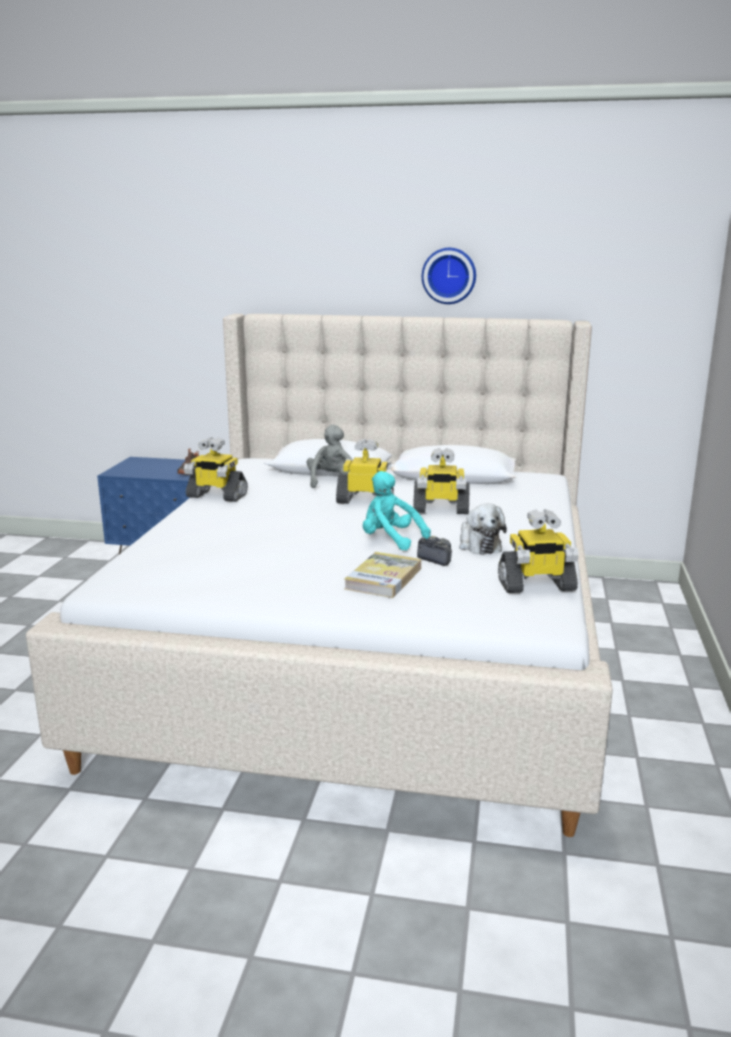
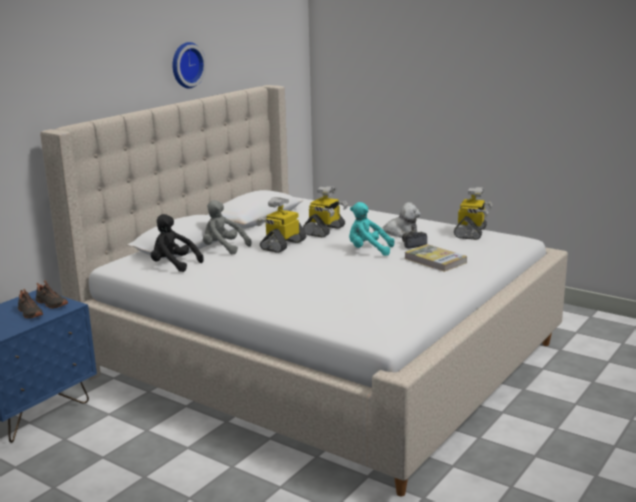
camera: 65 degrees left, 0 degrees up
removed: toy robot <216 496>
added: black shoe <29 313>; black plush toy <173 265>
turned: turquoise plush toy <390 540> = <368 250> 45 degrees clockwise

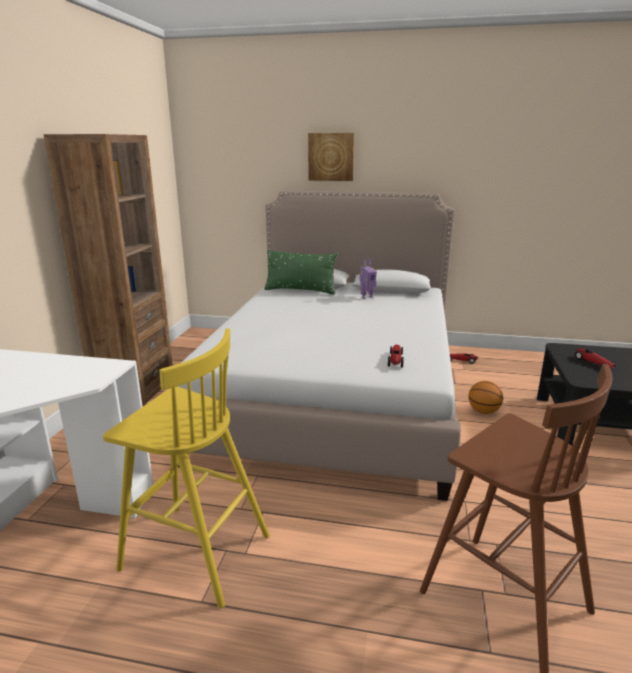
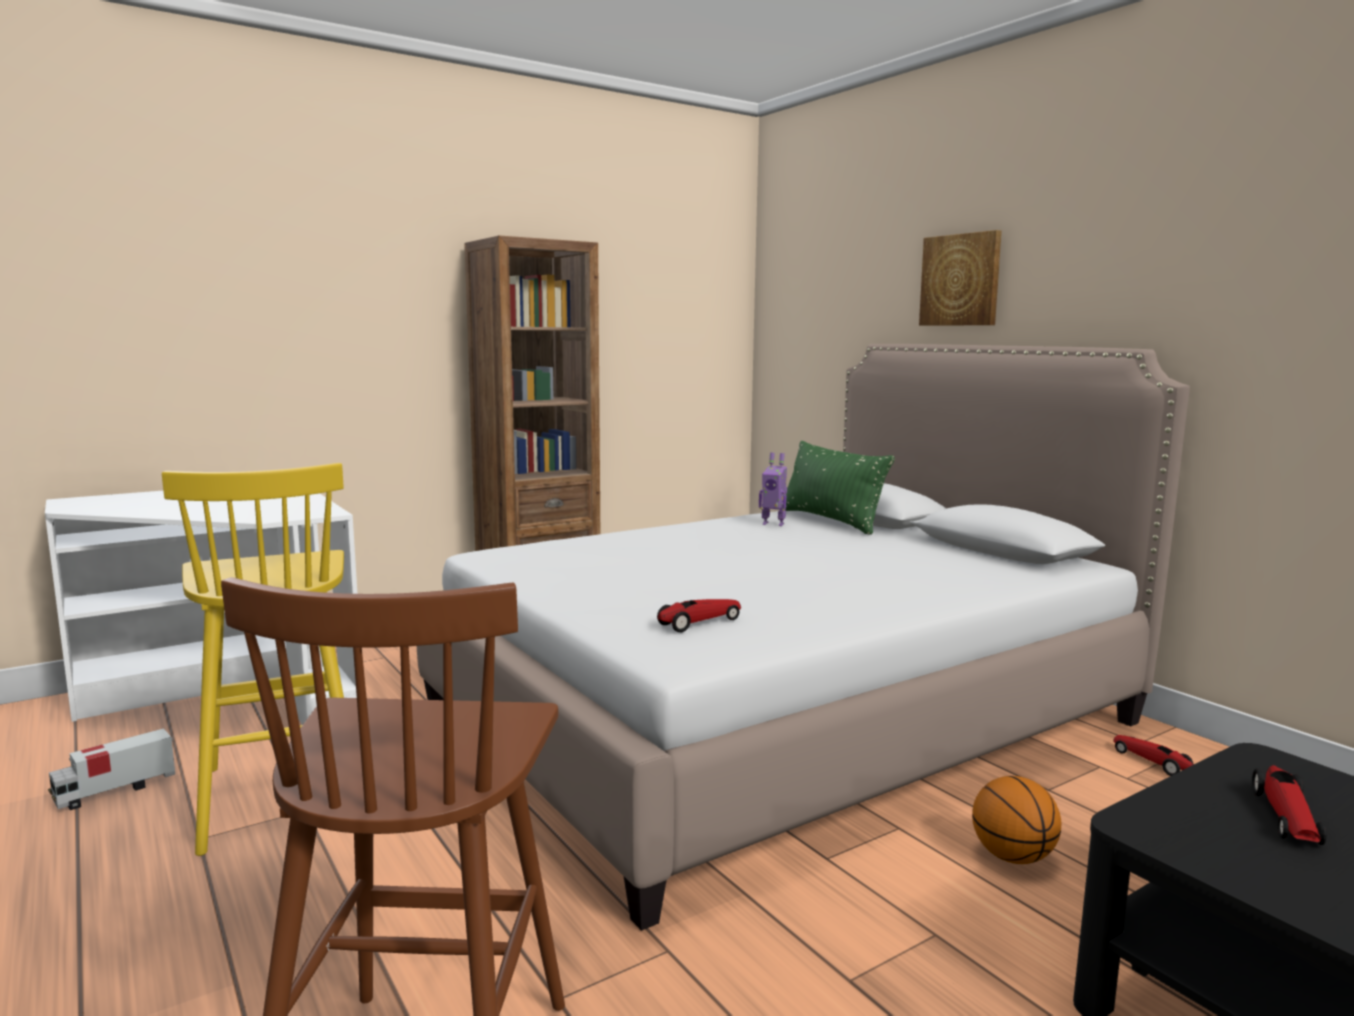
camera: 45 degrees right, 10 degrees down
added: toy truck <114 790>
moved: toy robot <366 297> to <773 523>

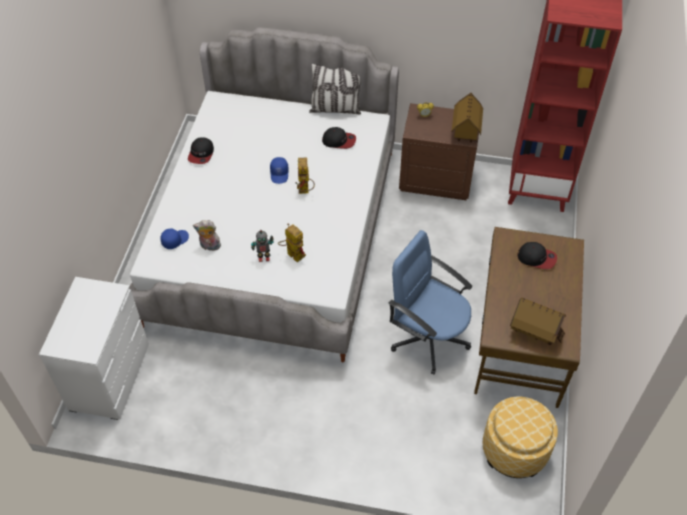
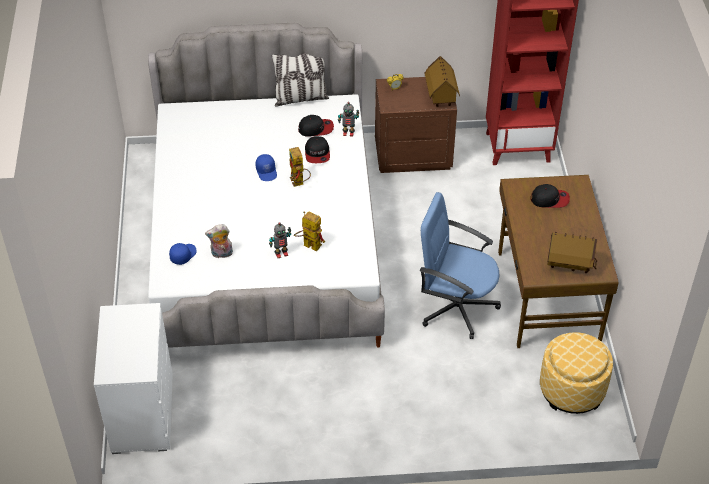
camera: 15 degrees left, 5 degrees down
added: toy robot <348 133>
moved: cap <201 154> to <317 153>

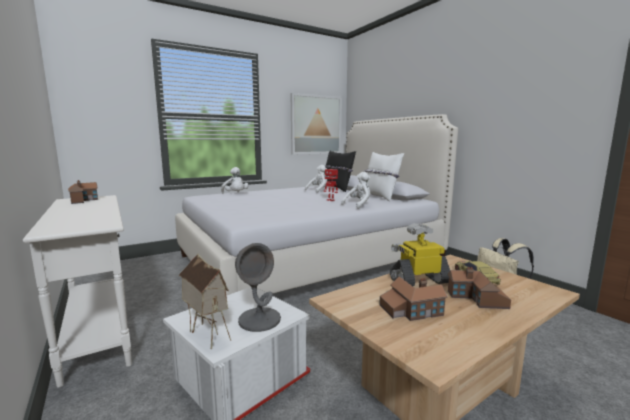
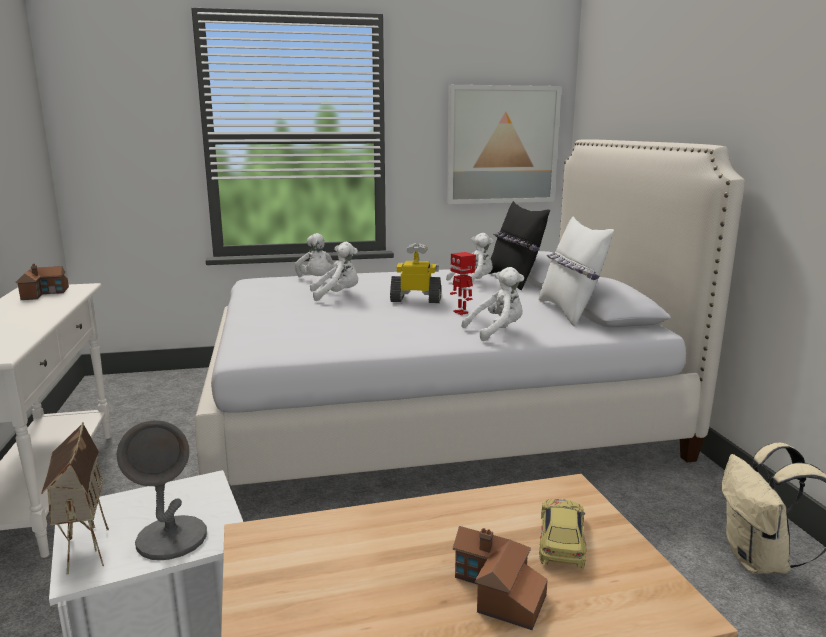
camera: 20 degrees right, 5 degrees up
removed: toy house <410 310>
added: white plush toy <337 295>
moved: toy robot <419 280> to <416 300>

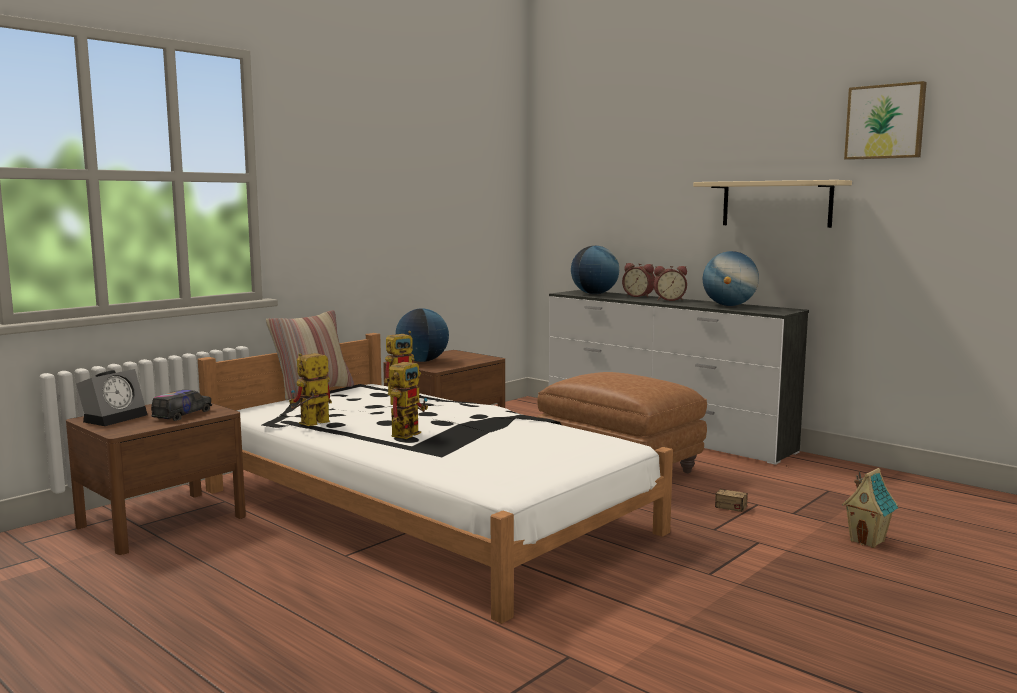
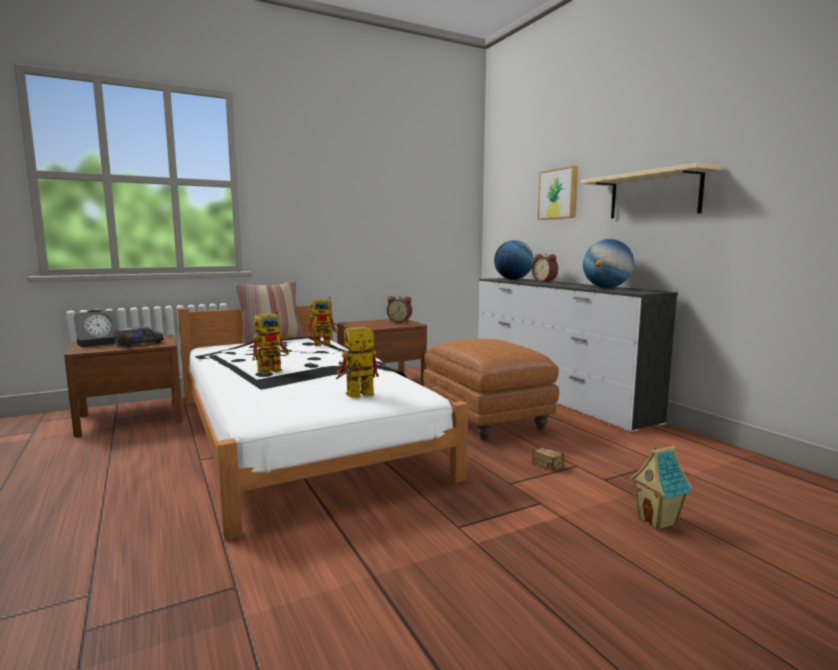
camera: 20 degrees right, 0 degrees up
removed: globe <422 361>
moved: toy robot <310 424> to <354 396>; alarm clock <669 300> to <400 321>; picture <885 122> to <559 194>

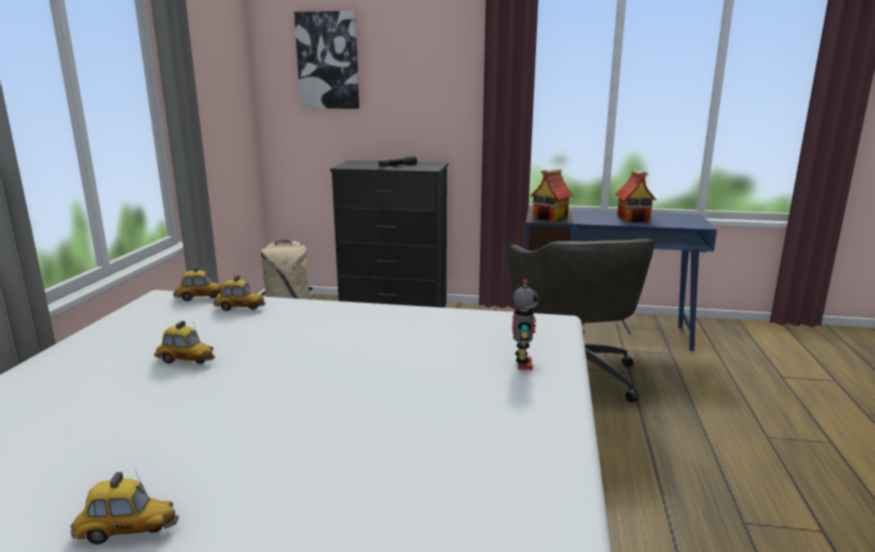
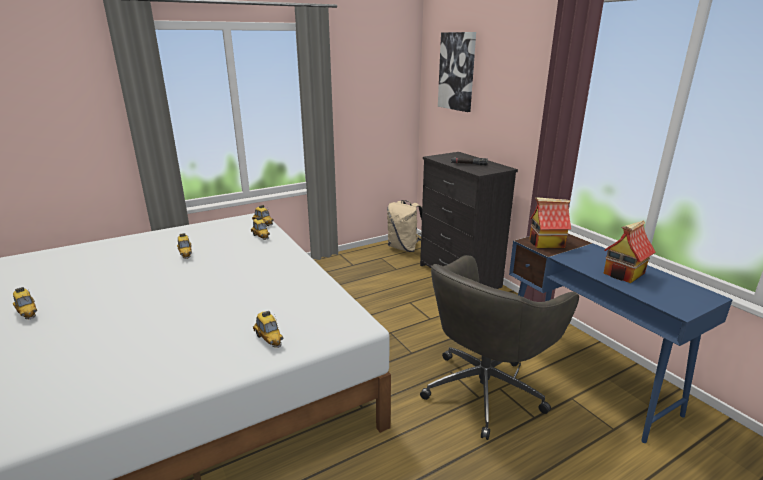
camera: 50 degrees right, 5 degrees up
replaced: toy robot <522 364> to toy car <269 339>

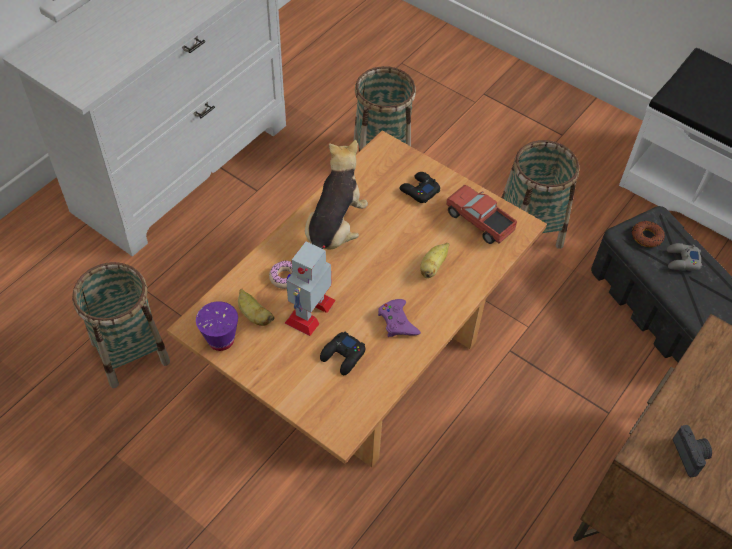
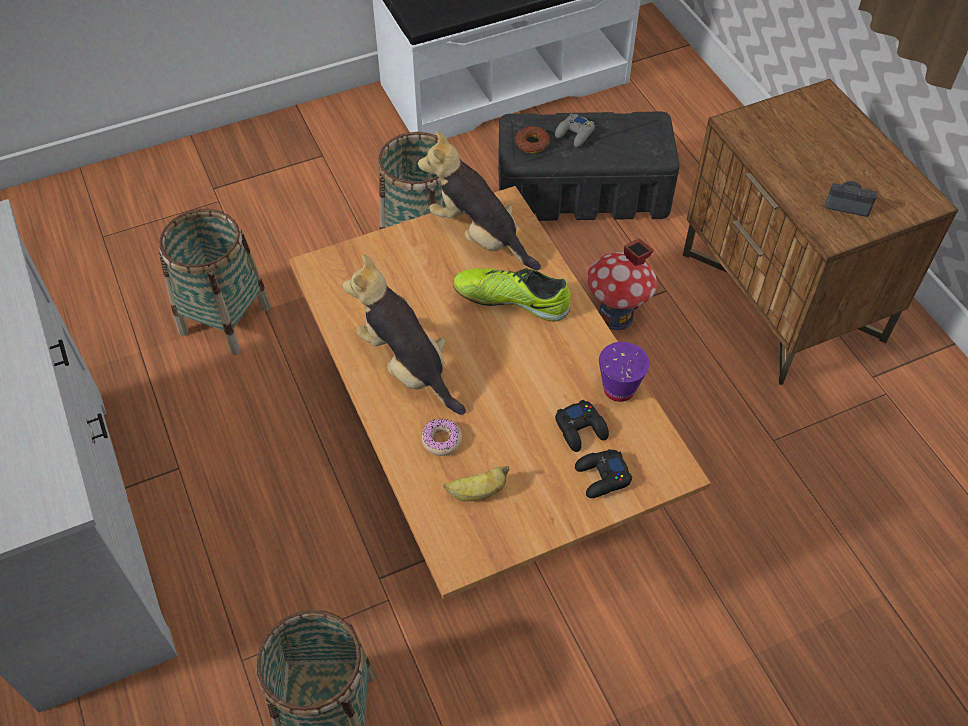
camera: 60 degrees left, 0 degrees up
removed: toy robot <310 311>; purple game controller <397 322>
added: toy house <616 316>
moved: purple cup <221 340> to <619 389>; black game controller <419 190> to <602 477>
replaced: banana <433 267> to shoe <511 300>; toy truck <479 223> to plush toy <479 236>

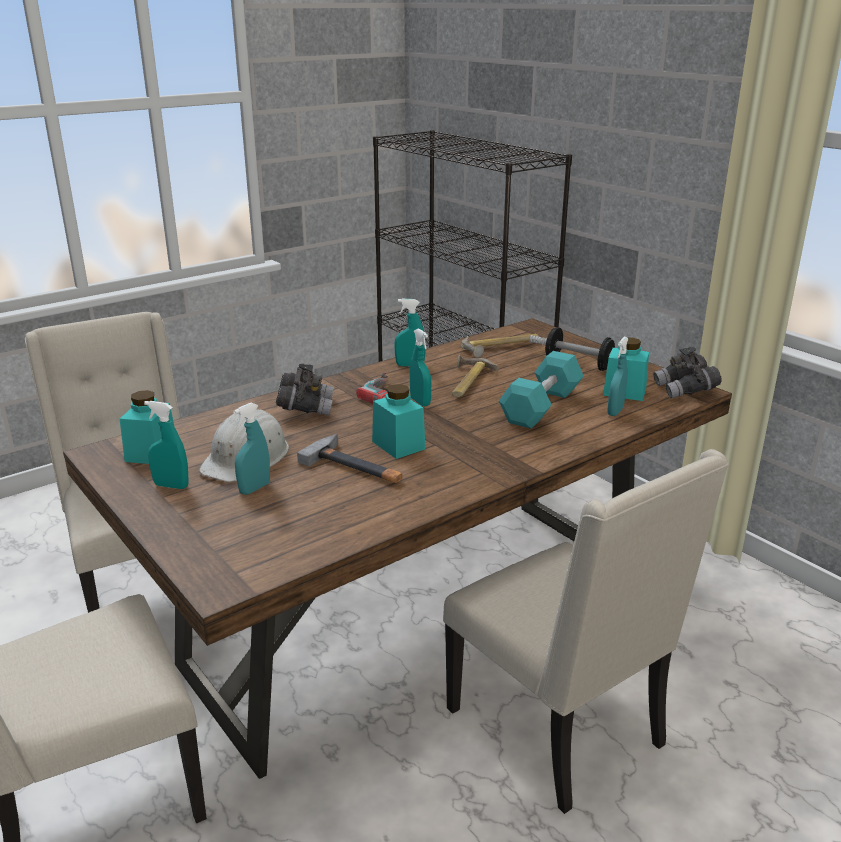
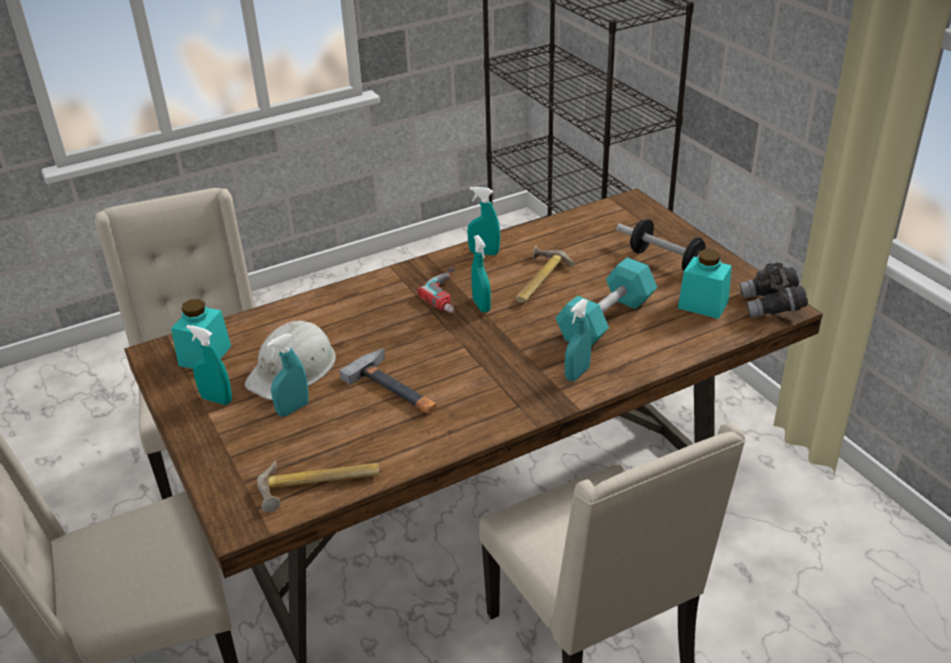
camera: 10 degrees right, 10 degrees up
removed: grey binoculars <305 408>; turquoise jar <398 445>
moved: hammer <501 347> to <319 486>; turquoise spray bottle <615 411> to <577 373>

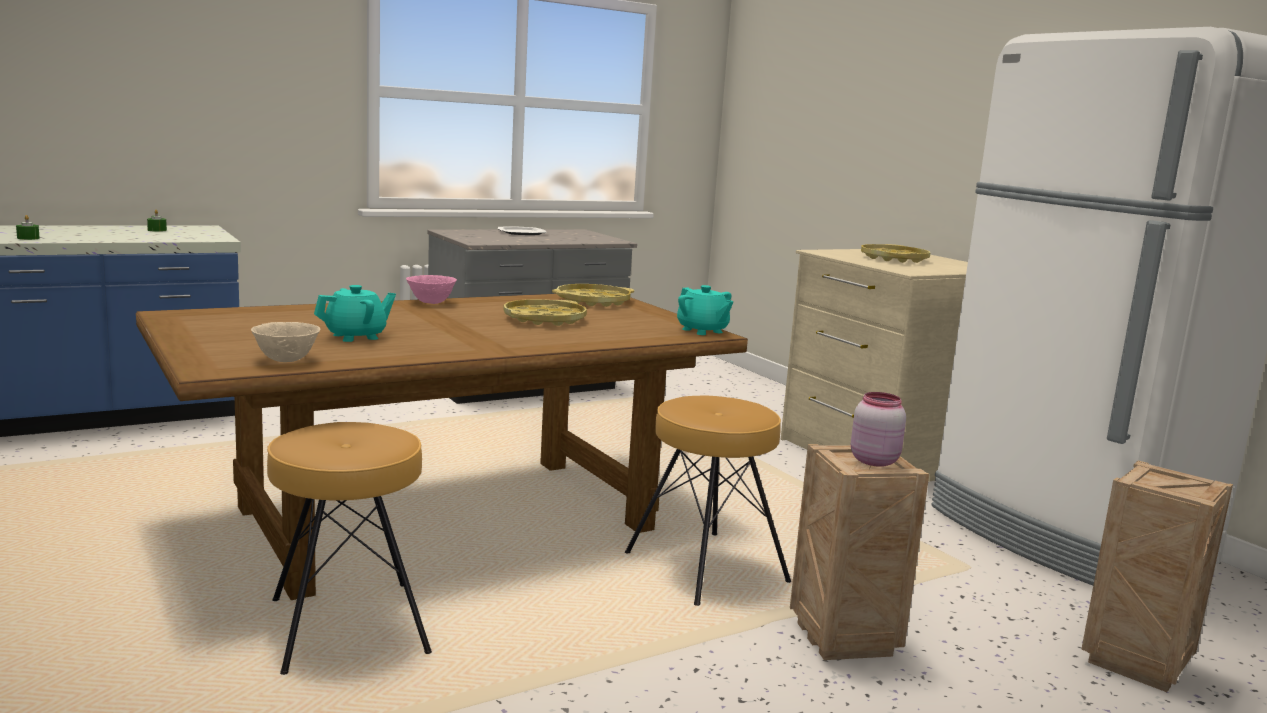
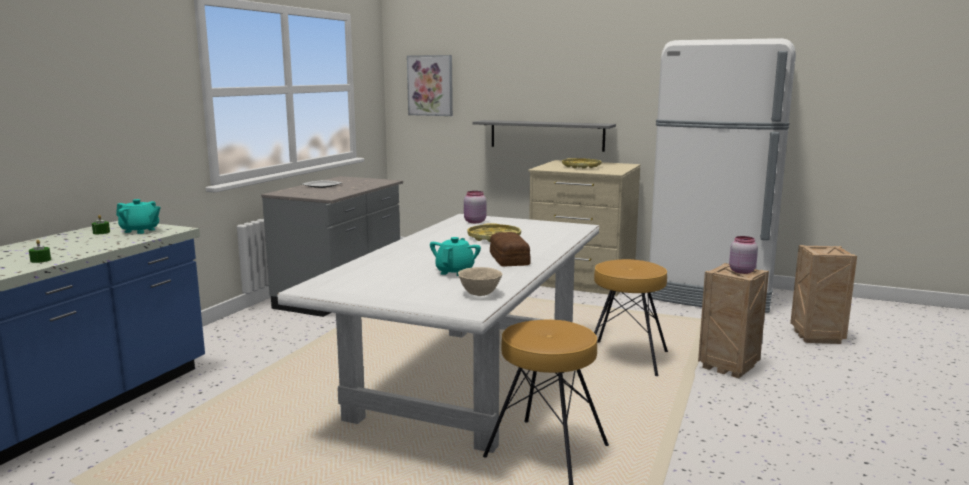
camera: 35 degrees left, 0 degrees up
removed: pink bowl <430 303>
added: picture <430 85>; grey shelf <546 135>; bread <508 259>
moved: turquoise teapot <702 331> to <140 231>
replaced: yellow tray <593 301> to pink jar <474 222>
recoloured: brown dining table <445 519> to white dining table <469 382>

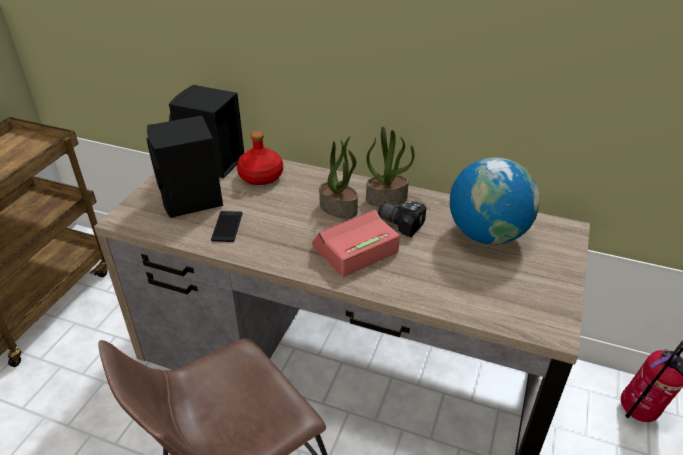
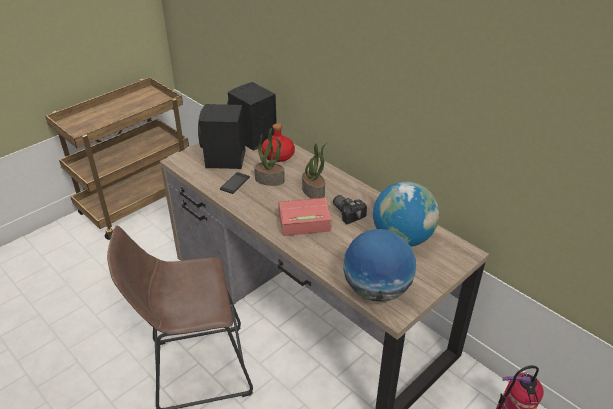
camera: 25 degrees right, 0 degrees up
added: globe <377 290>
moved: potted plant <387 198> to <270 179>

